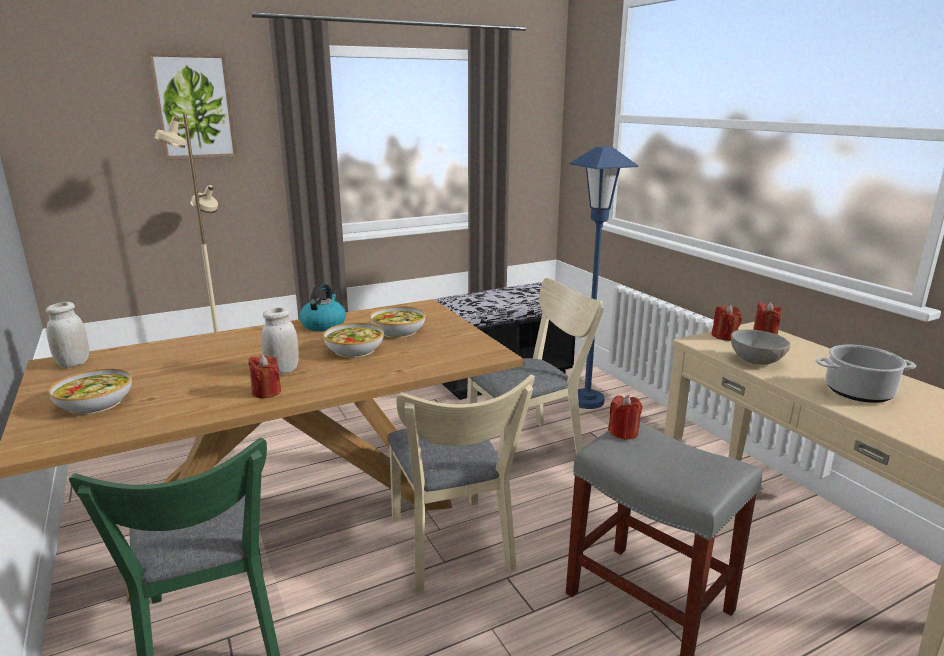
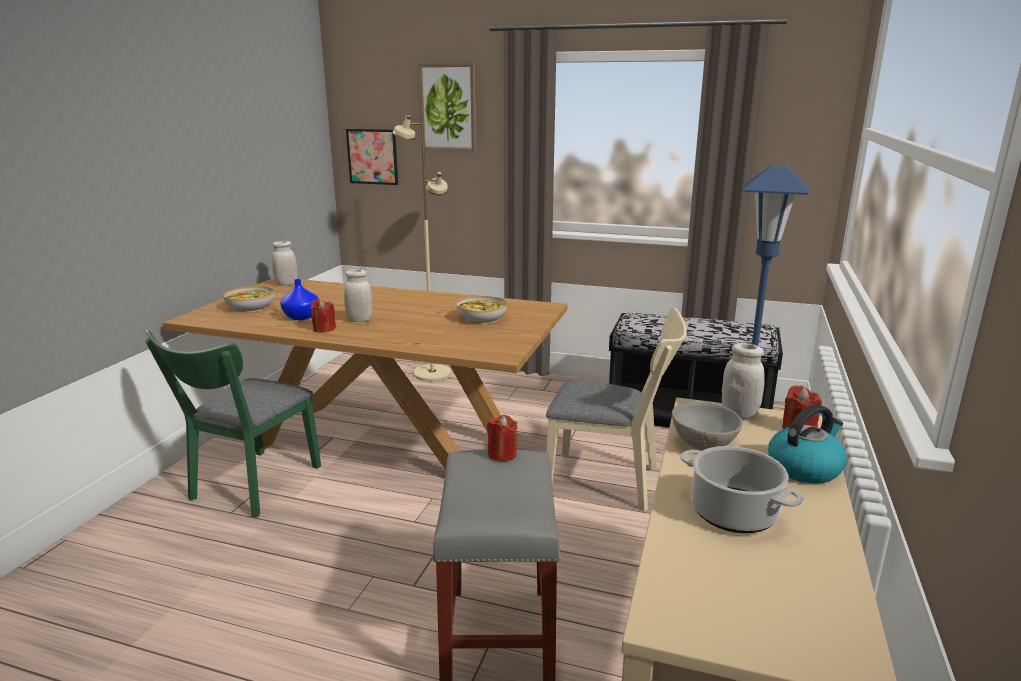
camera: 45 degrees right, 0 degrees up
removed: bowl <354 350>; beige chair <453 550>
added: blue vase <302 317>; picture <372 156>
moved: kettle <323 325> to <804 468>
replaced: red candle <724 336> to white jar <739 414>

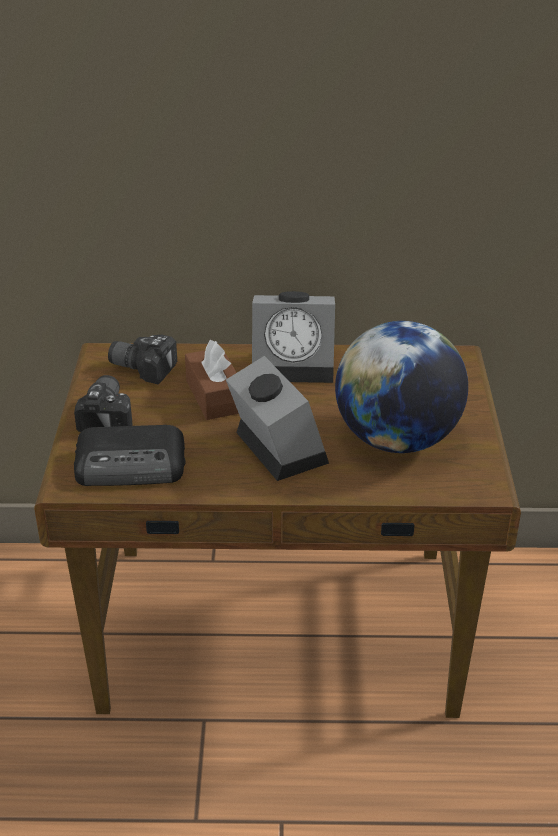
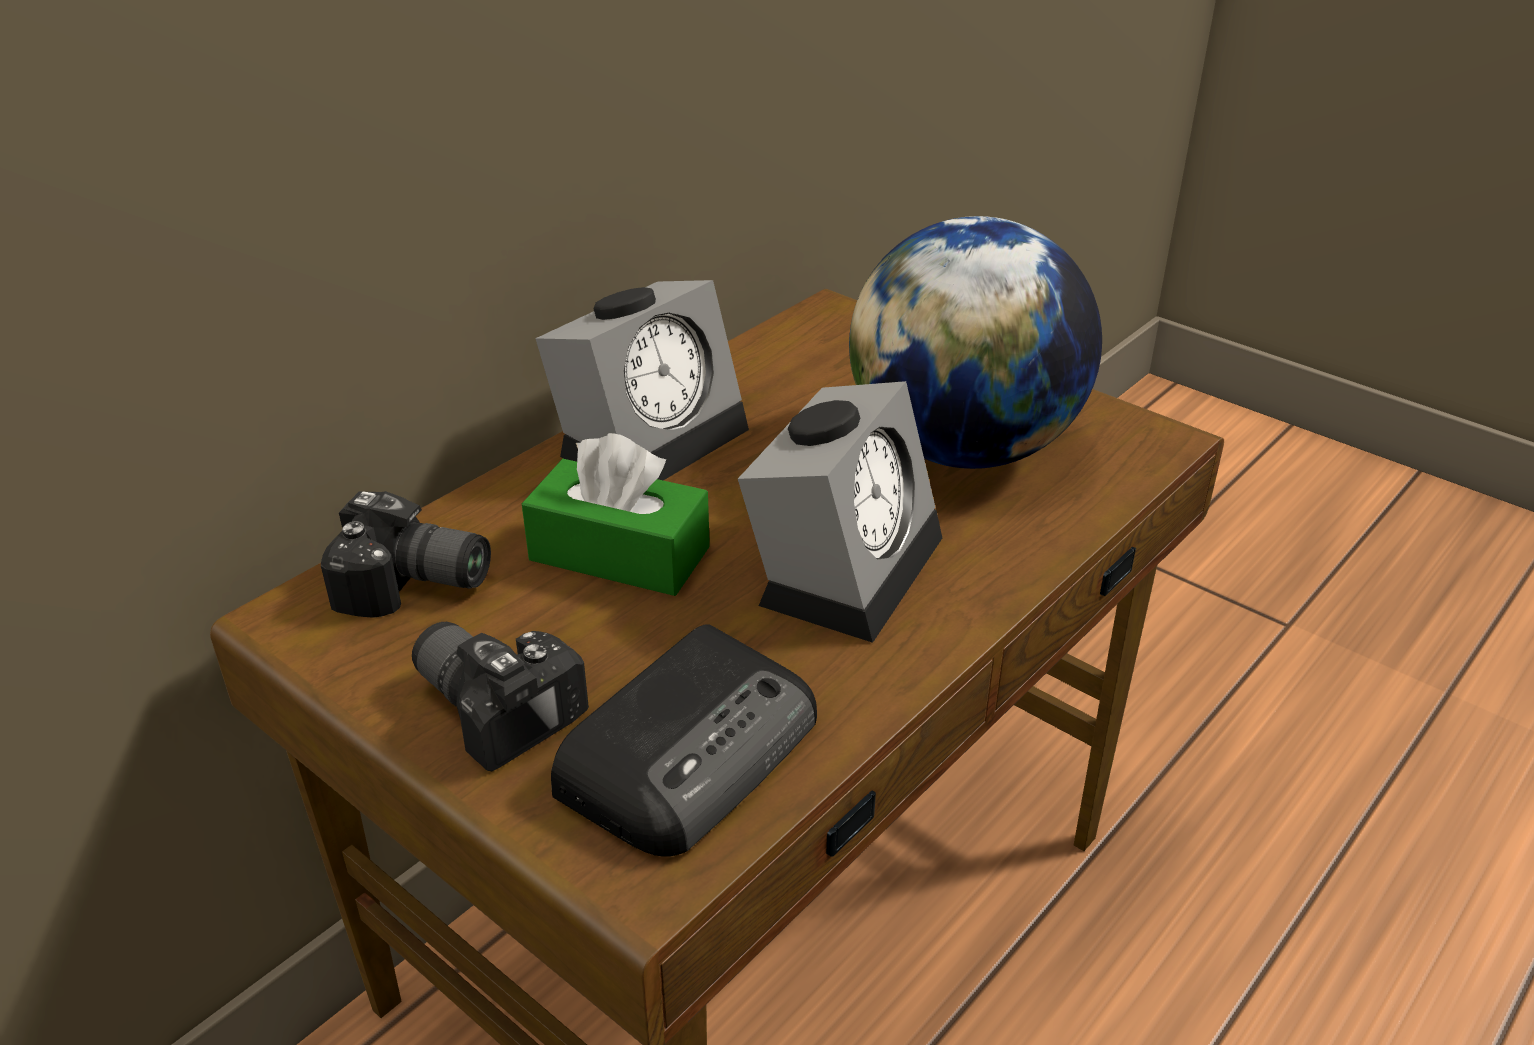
camera: 50 degrees left, 0 degrees up
recoloured: brown tissue box <214 396> to green tissue box <619 554>
turned: photo camera <143 367> = <413 587> 135 degrees counterclockwise; alarm clock <275 447> = <845 564> 105 degrees clockwise

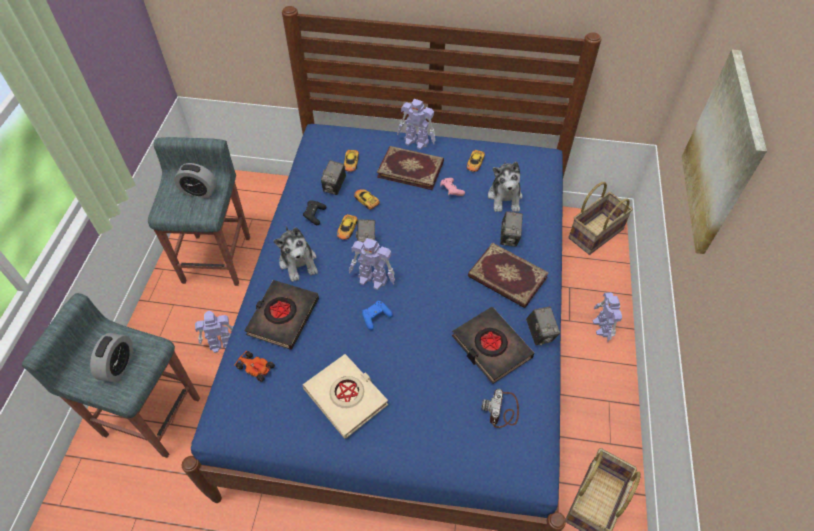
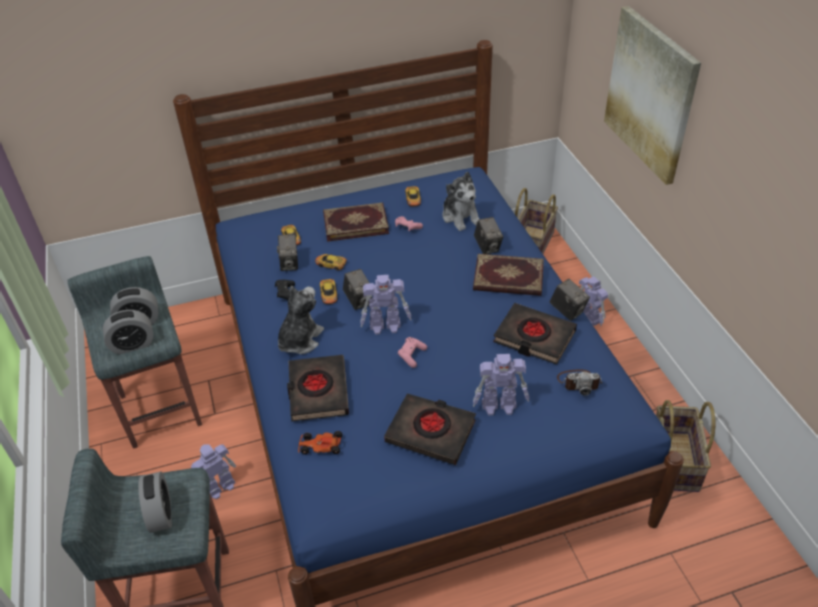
camera: 25 degrees left, 10 degrees down
added: alarm clock <133 345>
moved: toy robot <417 142> to <500 406>
recoloured: beige book <346 397> to black book <431 432>; blue game controller <376 317> to pink game controller <411 355>
turned: plush toy <298 262> = <299 340> 105 degrees counterclockwise; photo camera <502 410> = <579 382> 75 degrees counterclockwise

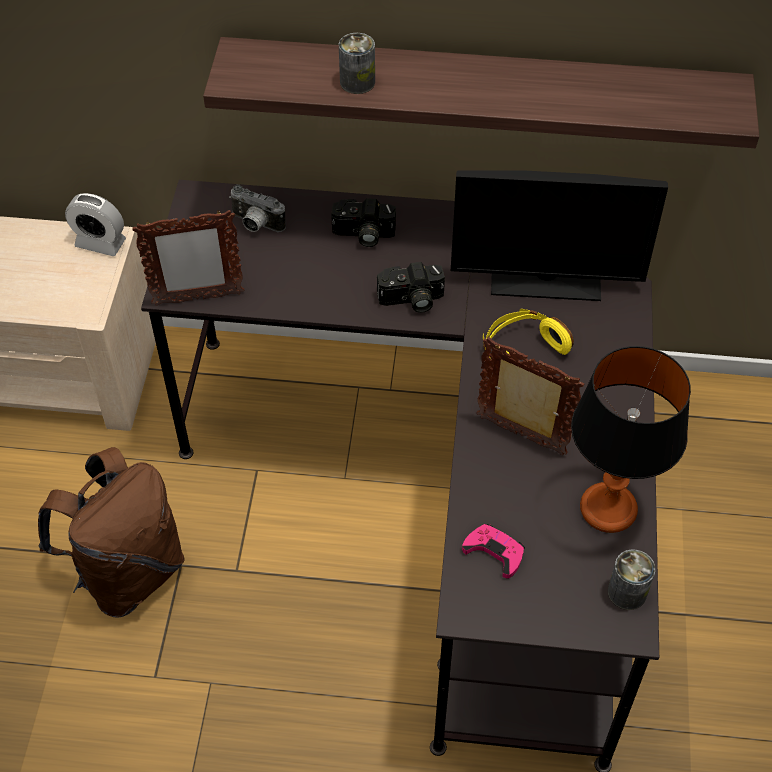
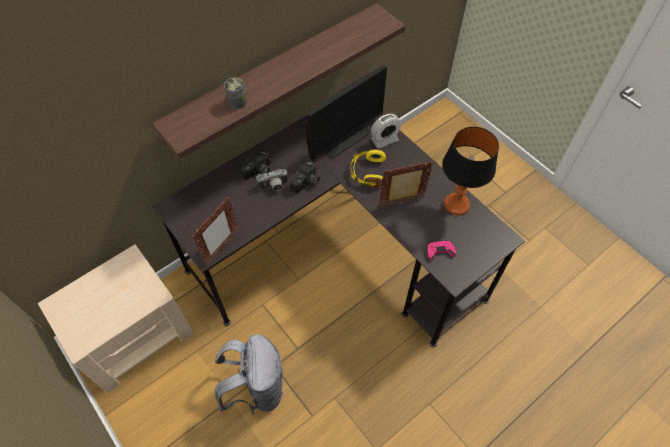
camera: 45 degrees left, 5 degrees up
removed: can <627 592>
moved: alarm clock <100 243> to <384 140>; photo camera <255 225> to <274 187>
recoloured: brown backpack <128 572> to grey backpack <257 388>

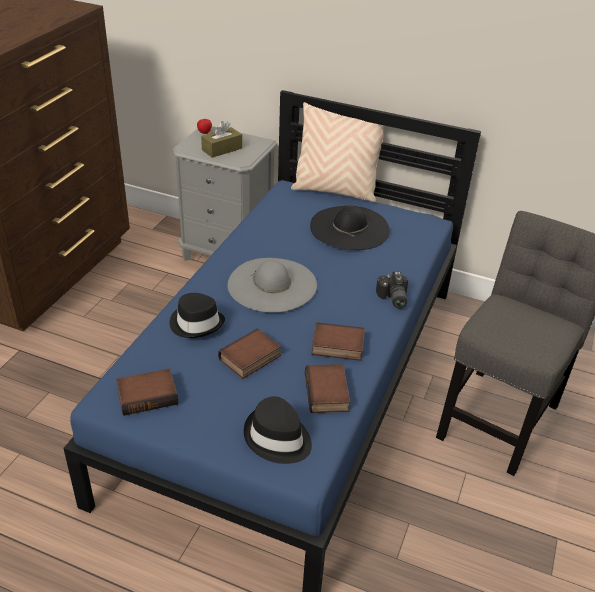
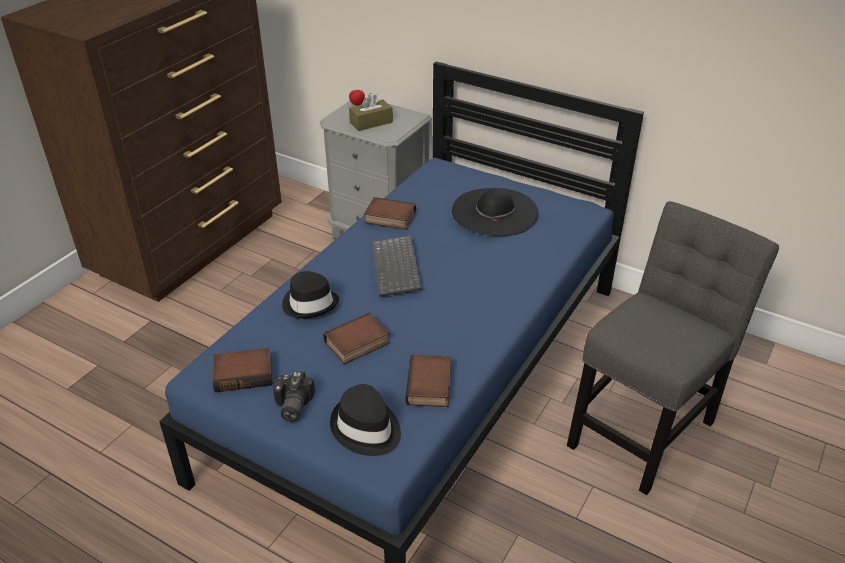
camera: 10 degrees right, 0 degrees up
removed: beige pillow <335 191>
moved: book <336 346> to <388 218>; photo camera <392 299> to <291 406>
replaced: grey hat <272 284> to keyboard <397 268>

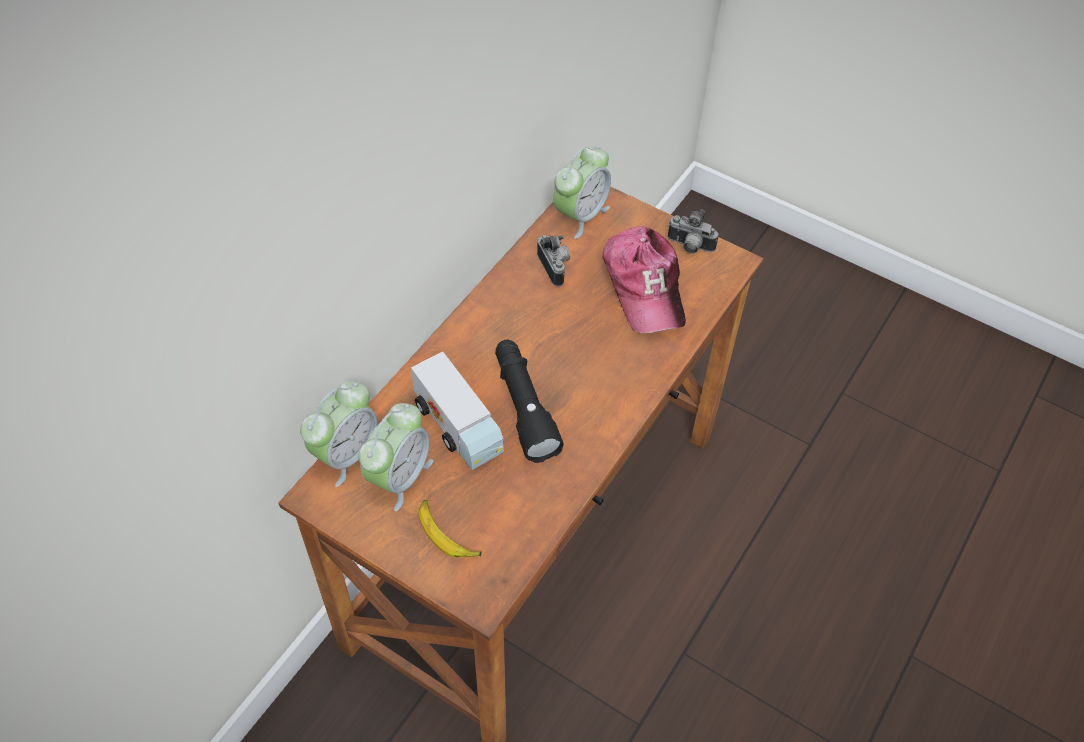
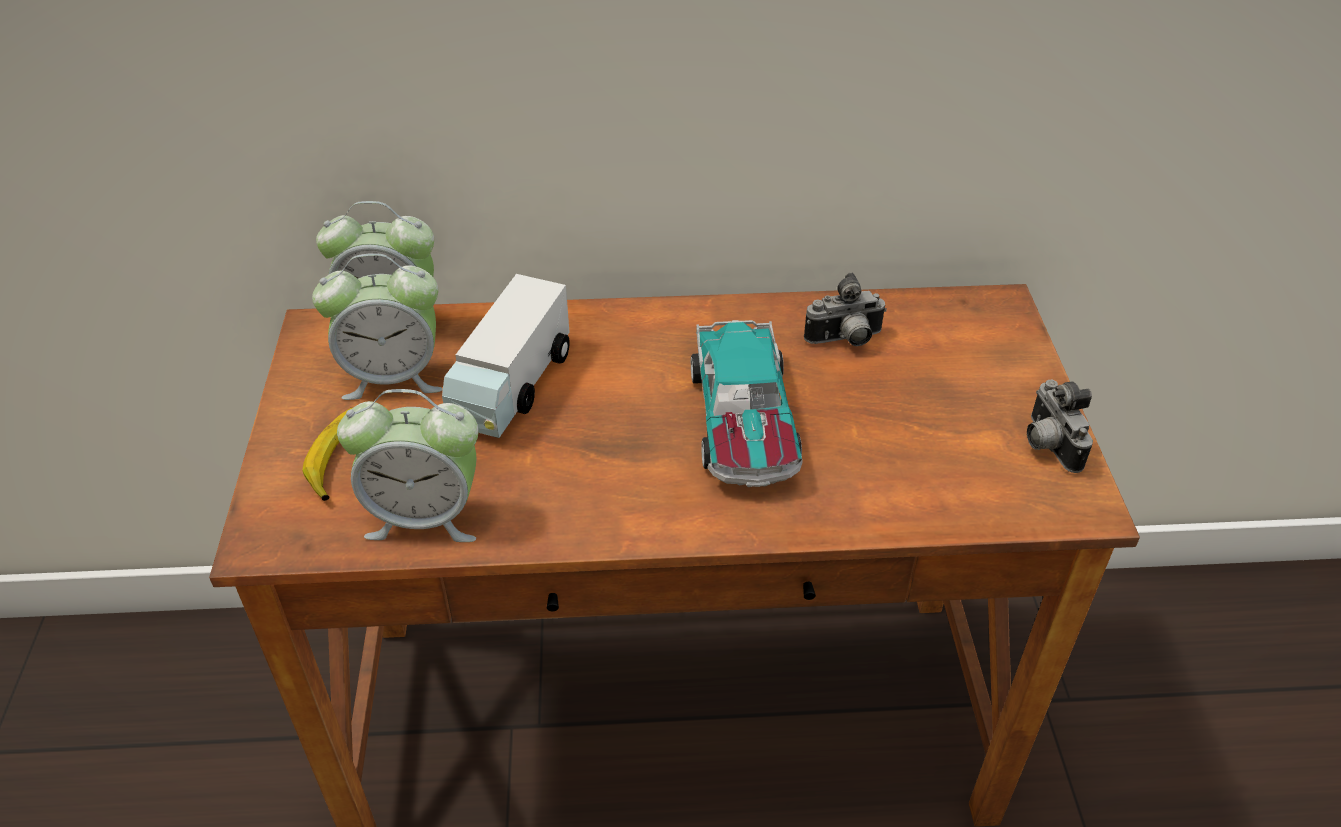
camera: 55 degrees right, 10 degrees down
removed: black flashlight <524 407>; cap <644 287>
added: toy car <743 423>
moved: alarm clock <580 215> to <425 516>
turned: photo camera <555 267> = <845 340> 45 degrees clockwise

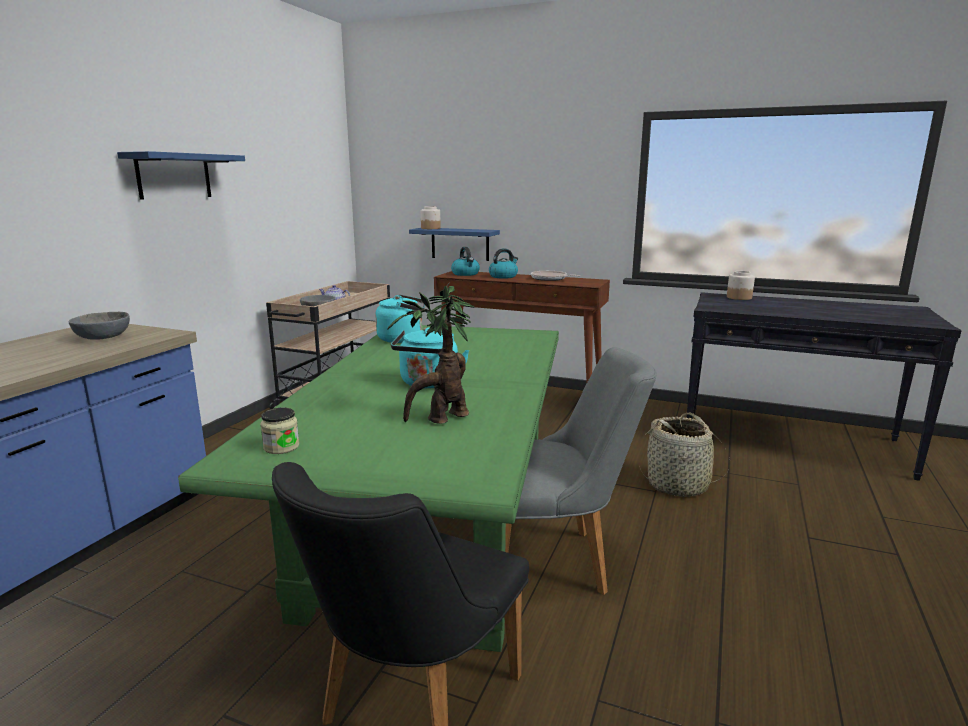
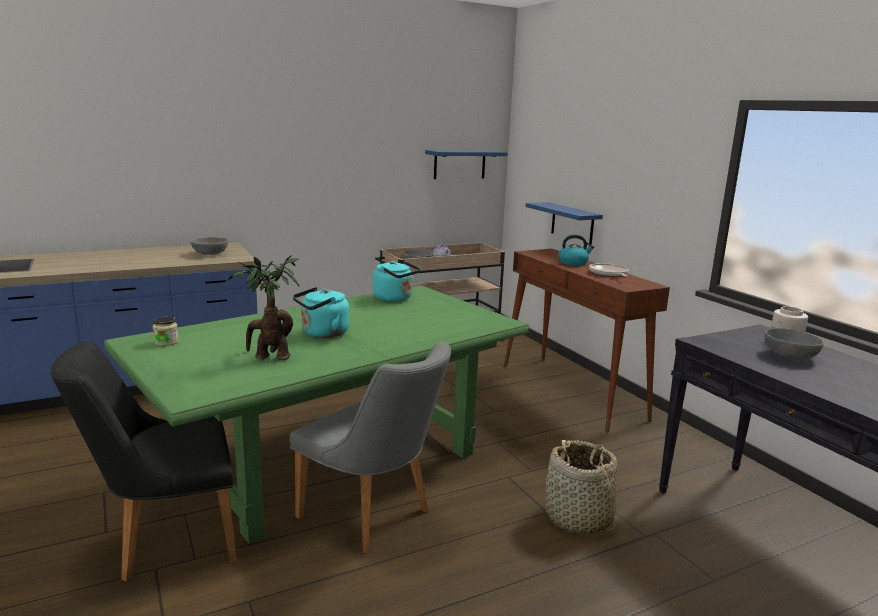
camera: 40 degrees right, 0 degrees up
removed: jar <431 228>; kettle <466 274>
added: grey bowl <790 355>
moved: blue shelf <174 176> to <459 164>

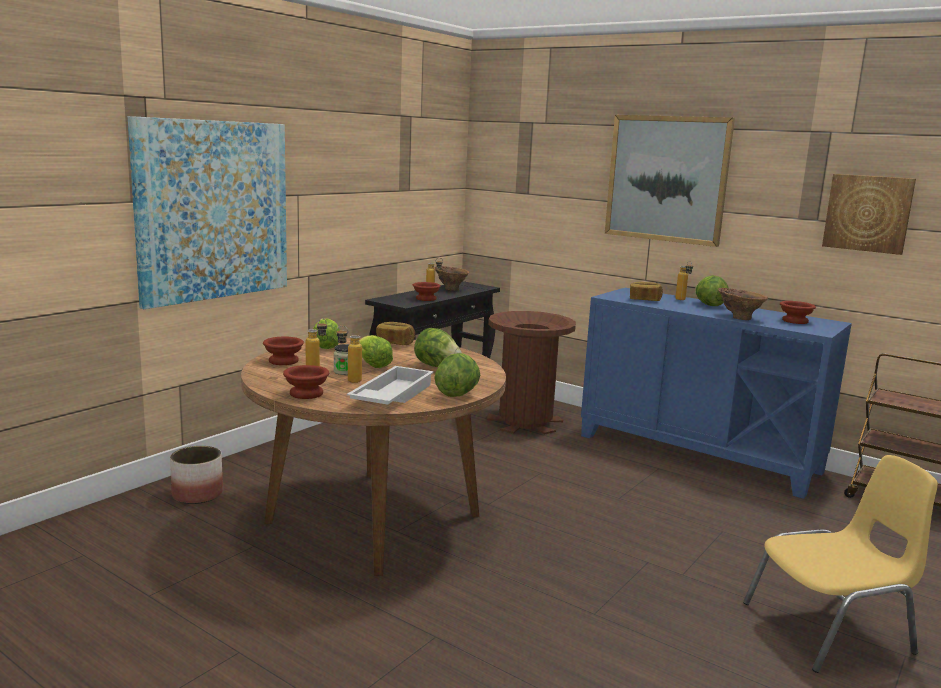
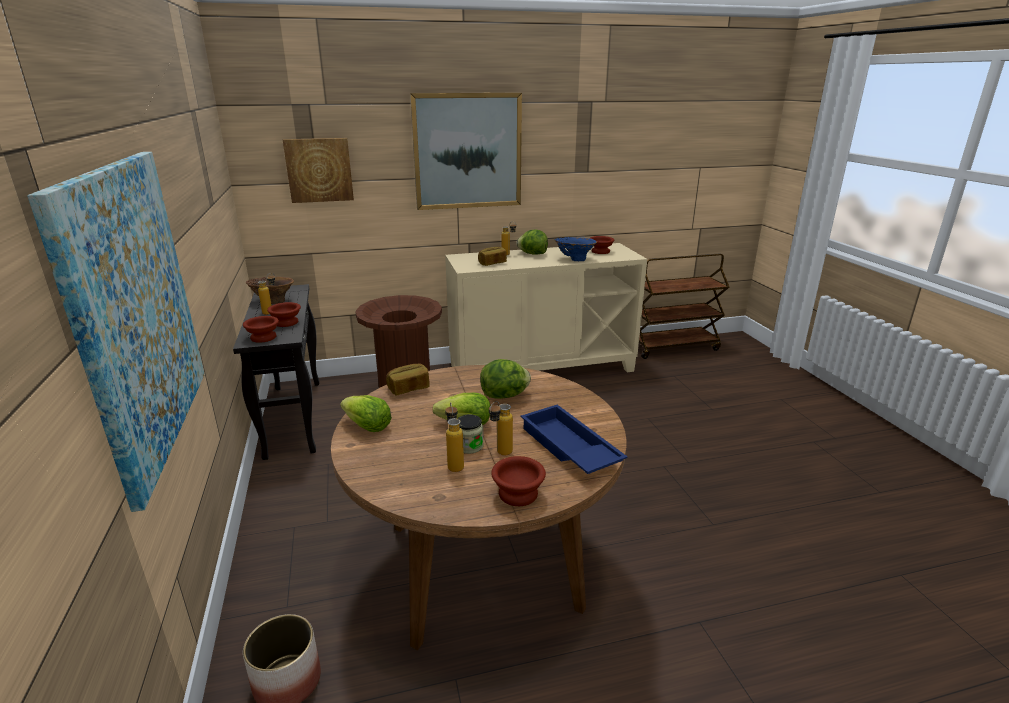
camera: 50 degrees left, 10 degrees up
removed: lettuce <457 394>; yellow chair <830 629>
moved: brown bowl <282 361> to <262 338>; picture <868 213> to <319 170>
recoloured: white tray <391 395> to blue tray <568 448>; blue cabinet <698 453> to beige cabinet <541 368>; brown vase <739 317> to blue vase <574 259>

